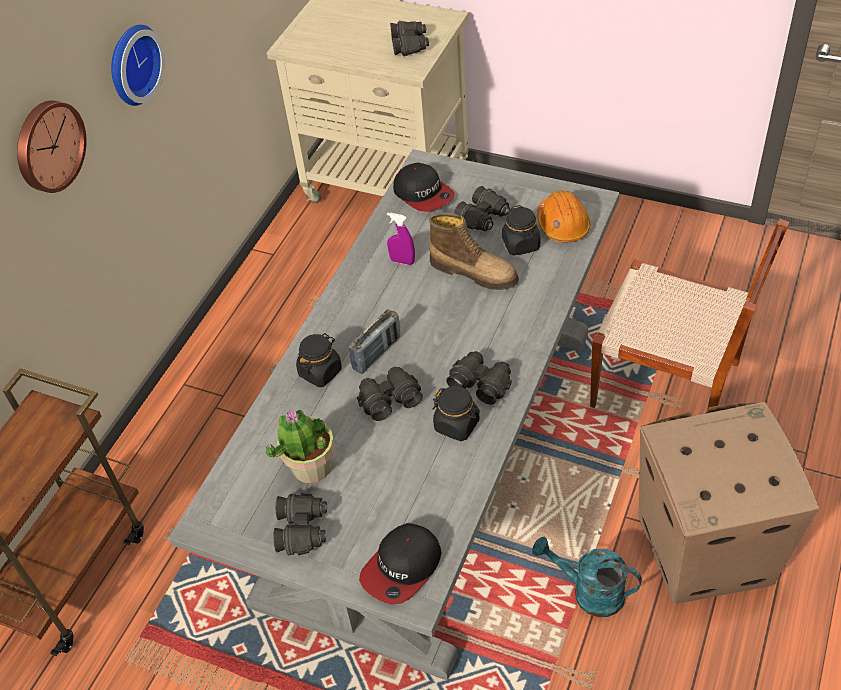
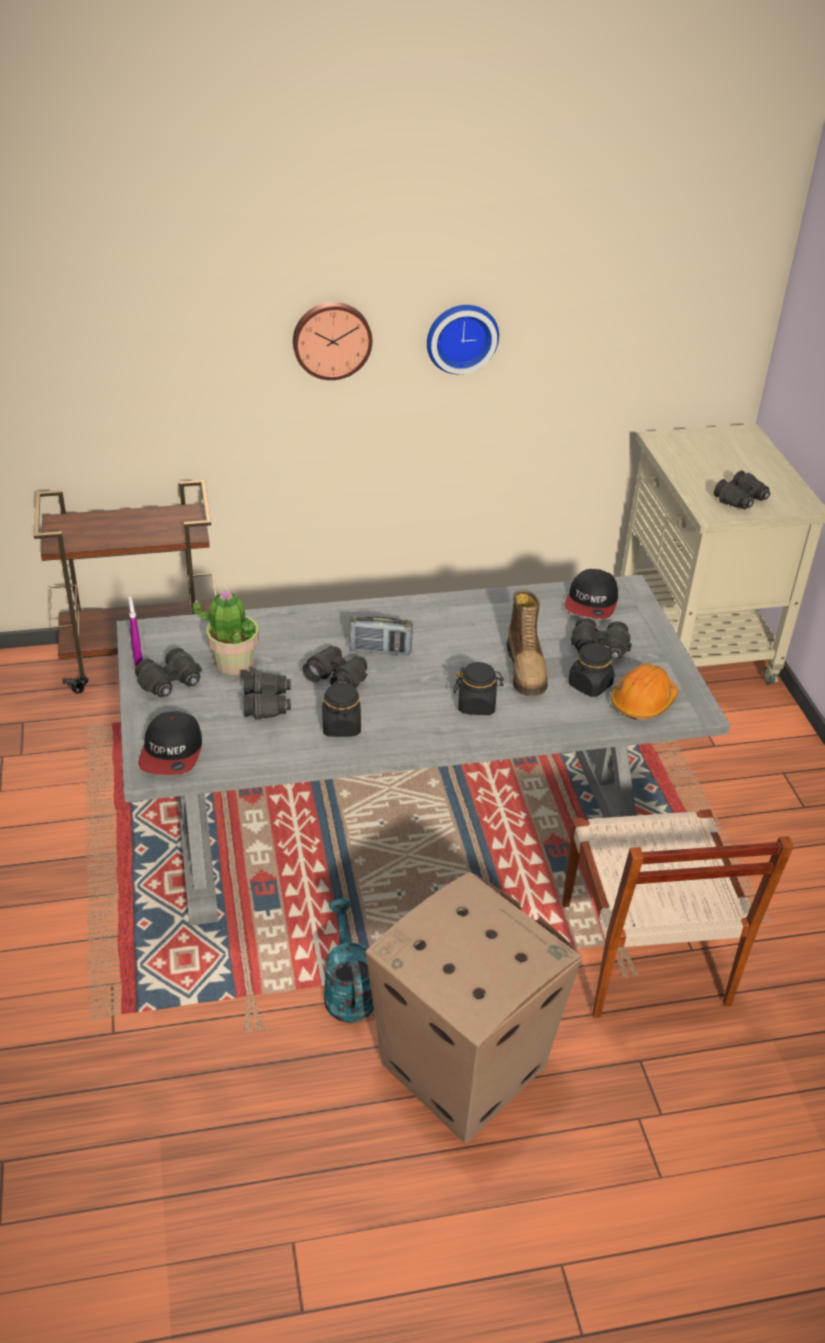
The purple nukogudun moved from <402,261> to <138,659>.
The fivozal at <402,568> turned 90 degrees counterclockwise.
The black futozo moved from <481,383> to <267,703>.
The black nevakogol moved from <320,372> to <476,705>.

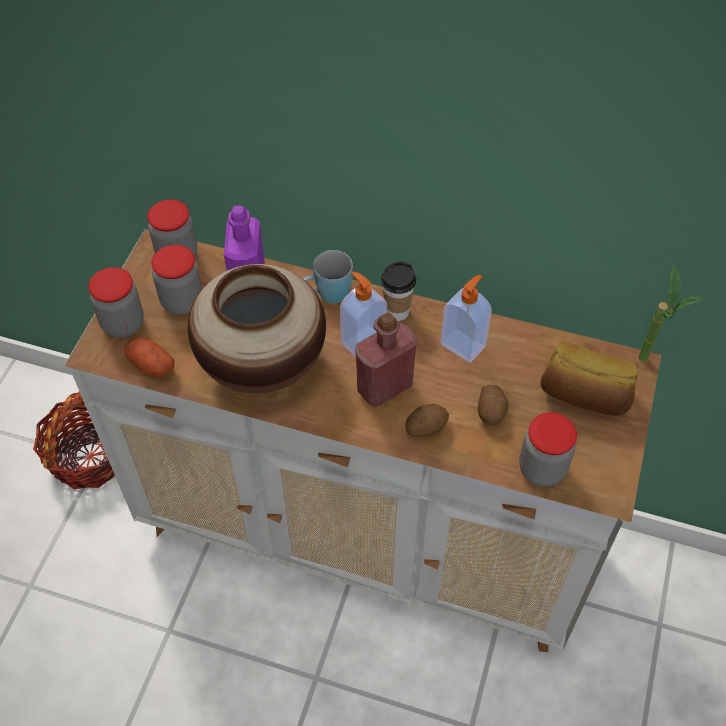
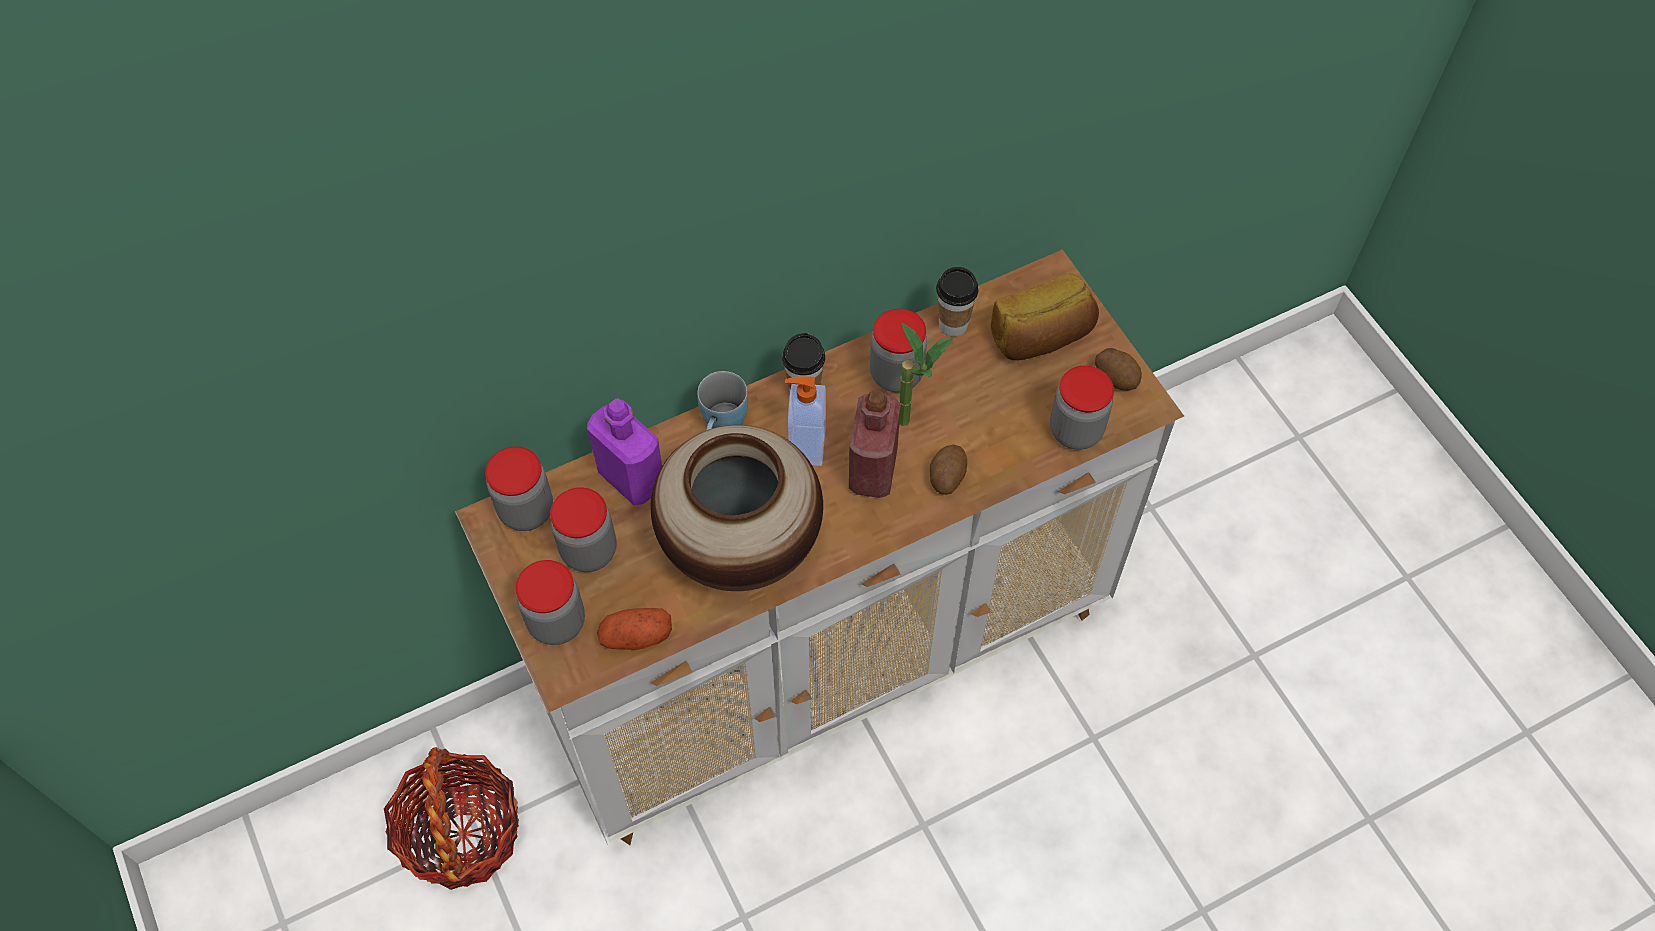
The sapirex at <463,344> was replaced by the nevakogol at <896,374>.
The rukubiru moved from <649,365> to <915,424>.
The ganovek at <953,324> appeared.
The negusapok moved from <491,412> to <1117,376>.

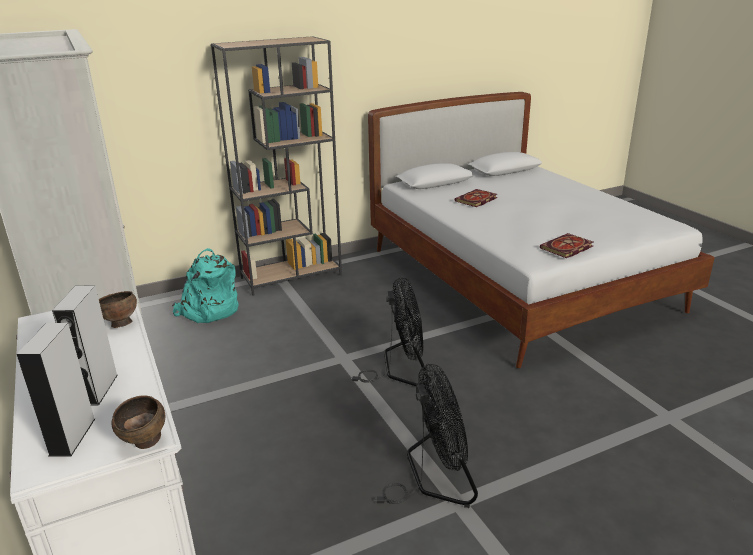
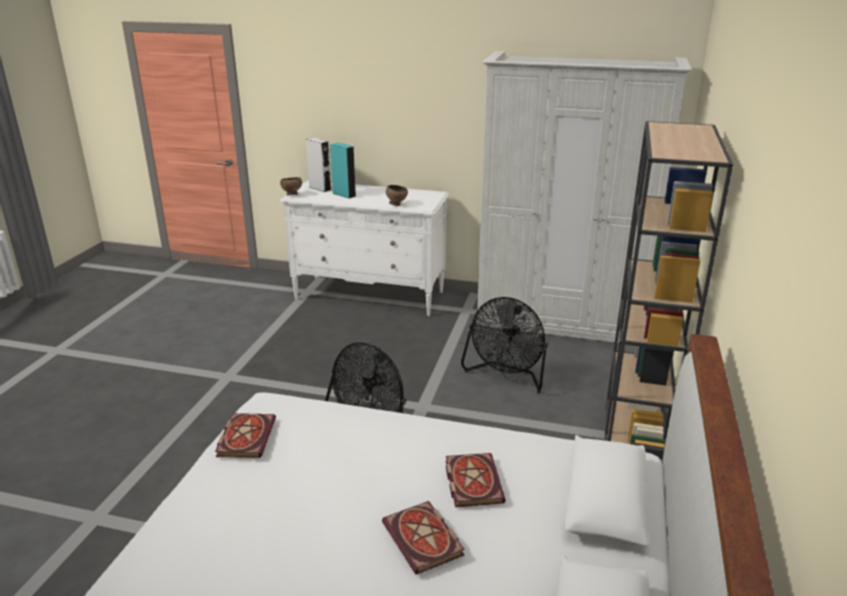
The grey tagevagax at <98,389> became the turquoise tagevagax at <344,194>.
The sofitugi at <425,540> appeared.
The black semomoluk moved from <430,473> to <505,373>.
The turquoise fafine at <208,310> disappeared.

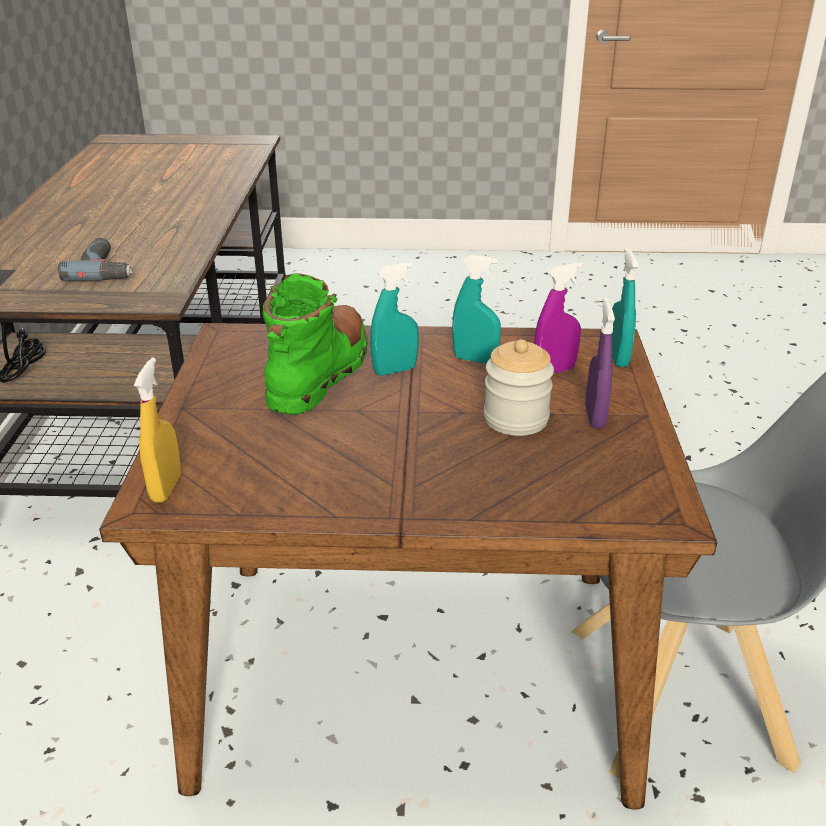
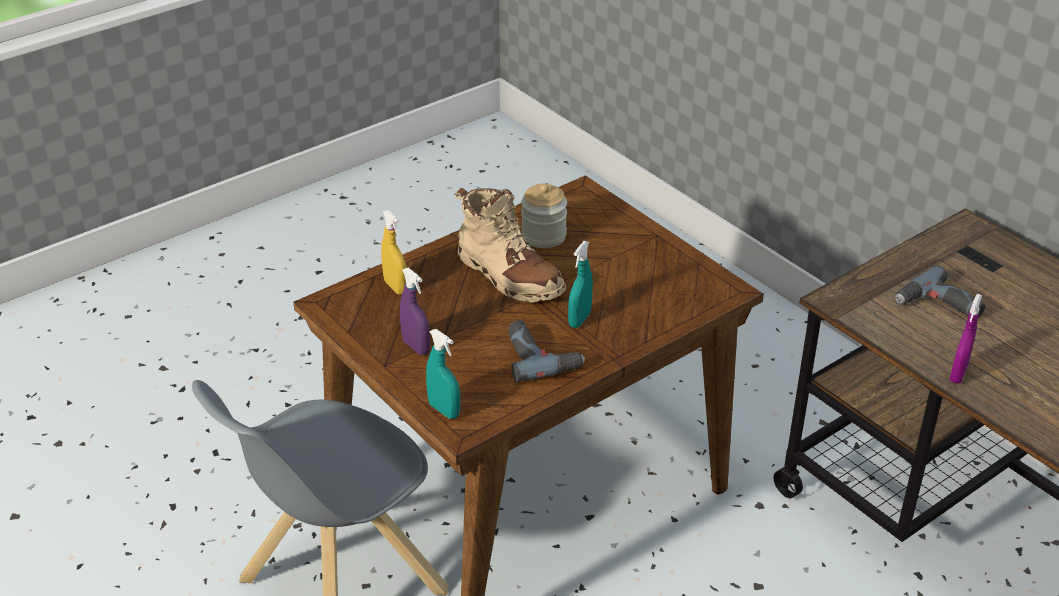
The yellow nukogudun moved from <166,488> to <395,287>.
The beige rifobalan at <509,276> appeared.
The turquoise nukogudun at <475,359> was replaced by the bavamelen at <541,356>.
The nevakogol moved from <516,419> to <543,236>.
The purple nukogudun moved from <554,371> to <958,374>.
The green rifobalan at <320,373> disappeared.

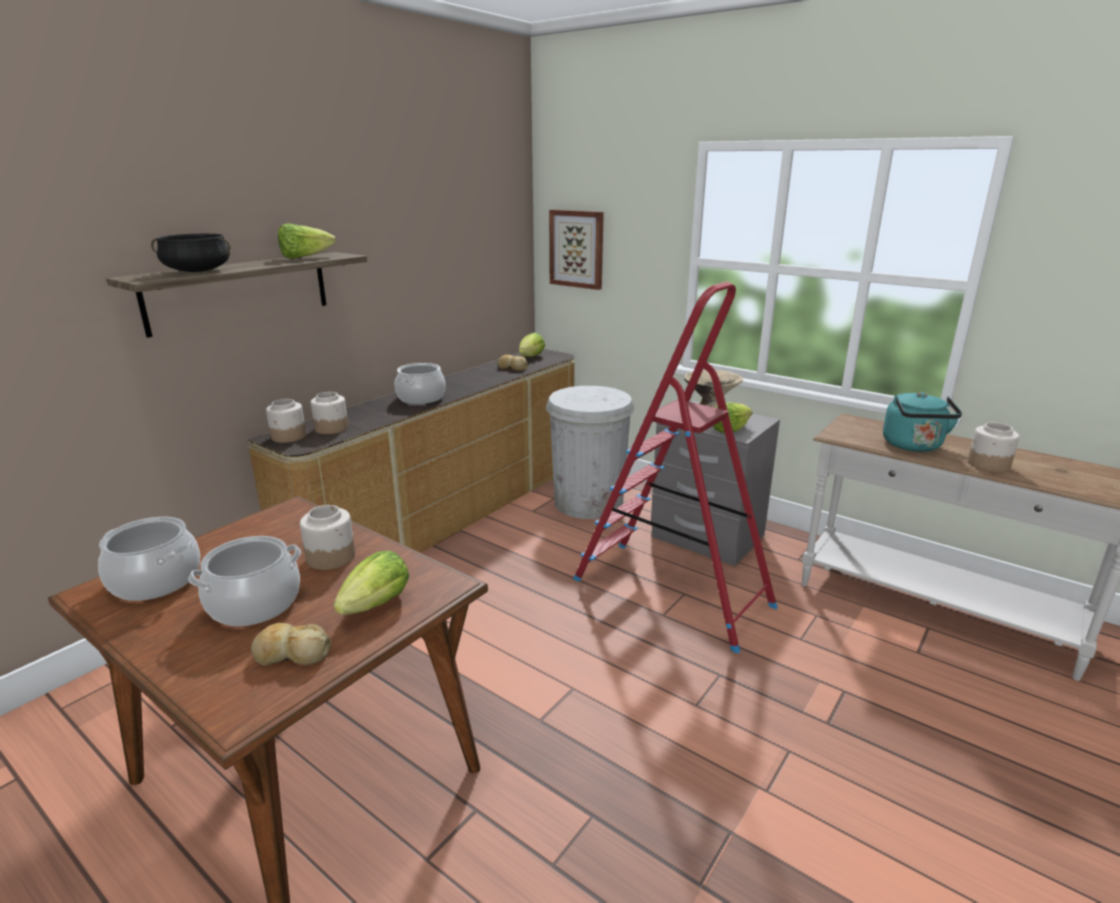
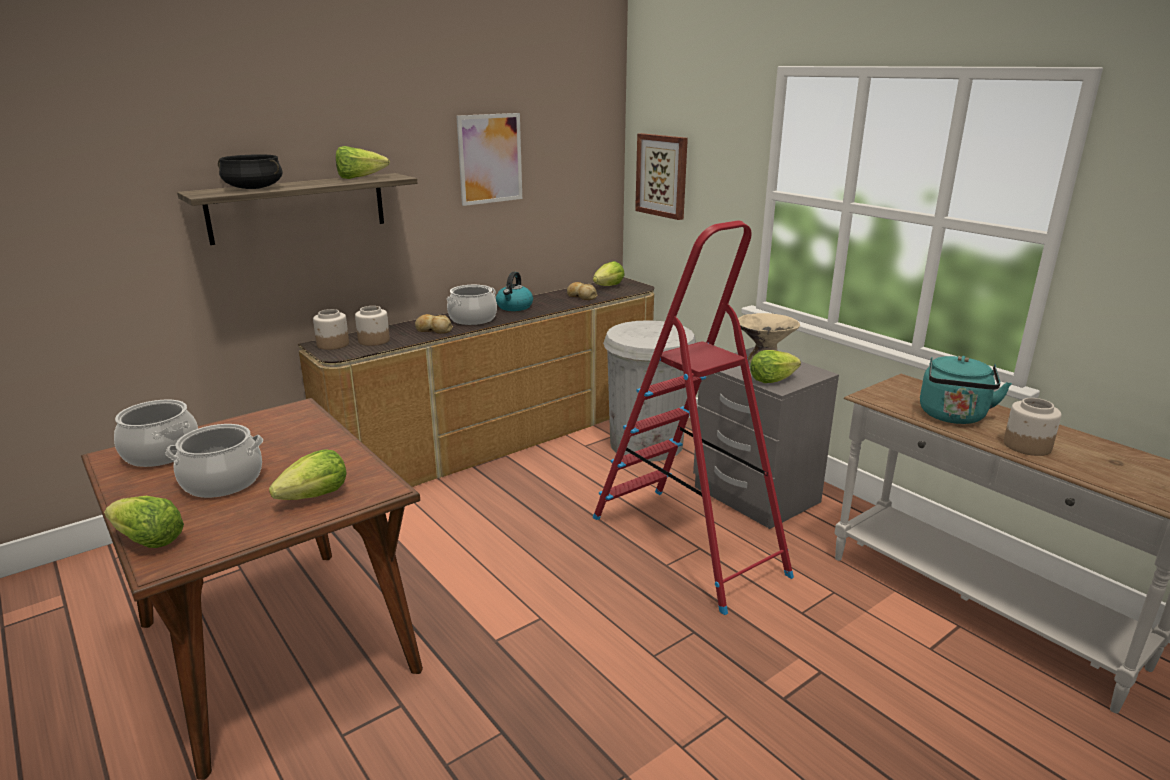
The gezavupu at <149,541> appeared.
The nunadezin moved from <292,654> to <433,330>.
The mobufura at <490,159> appeared.
The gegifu at <514,307> appeared.
The nevakogol at <331,557> disappeared.

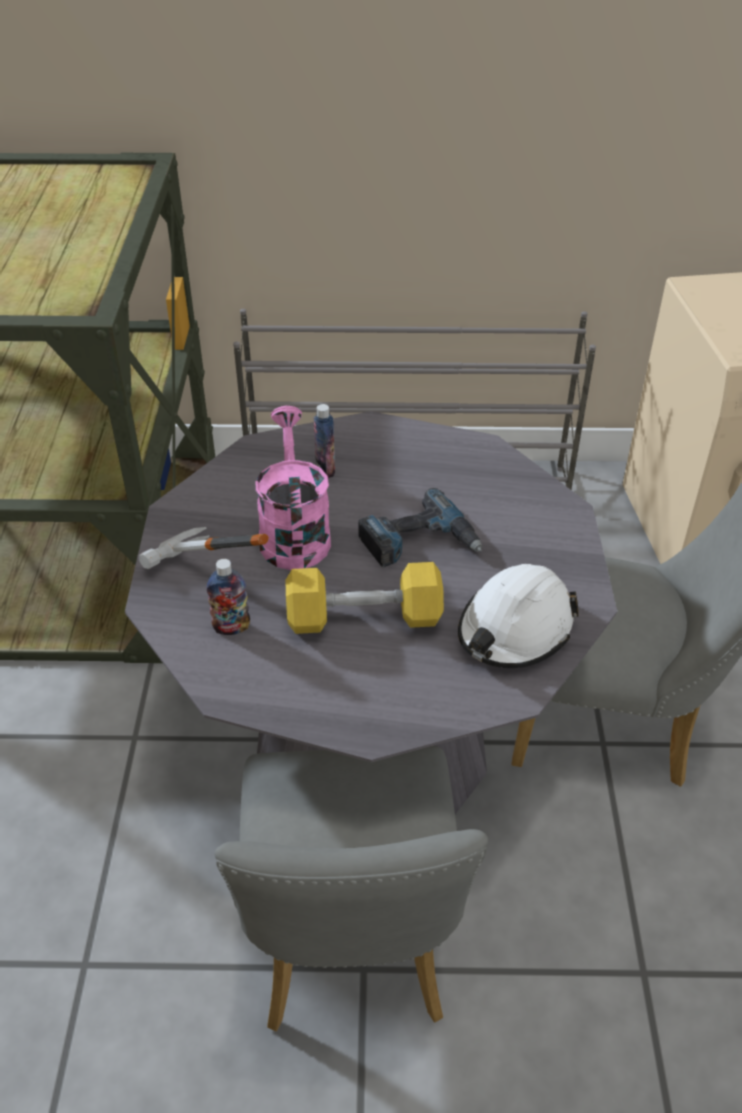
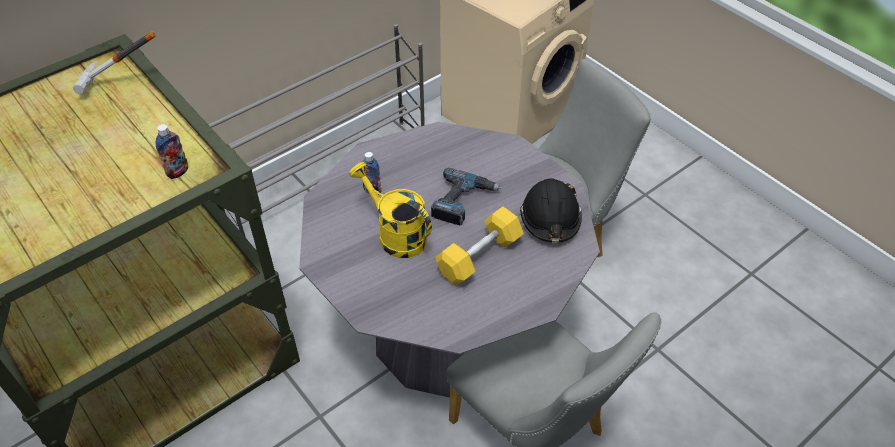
The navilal moved from <203,581> to <119,87>.
The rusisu moved from <231,627> to <178,172>.
The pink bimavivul at <293,532> became the yellow bimavivul at <395,234>.
The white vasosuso at <515,629> became the black vasosuso at <550,218>.

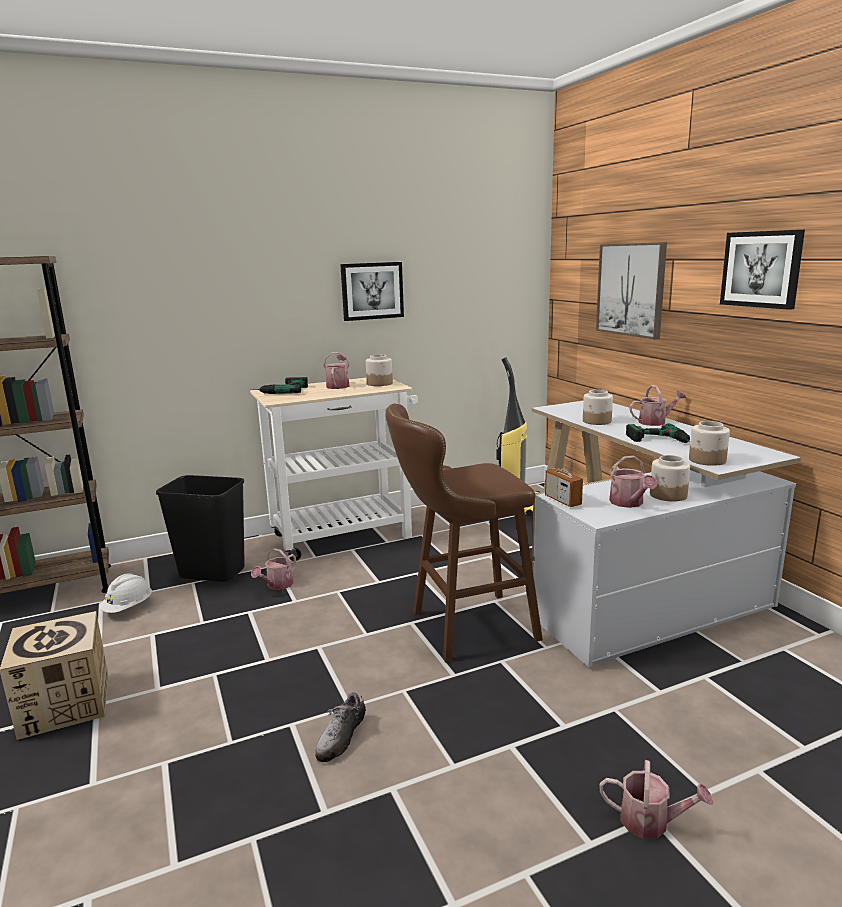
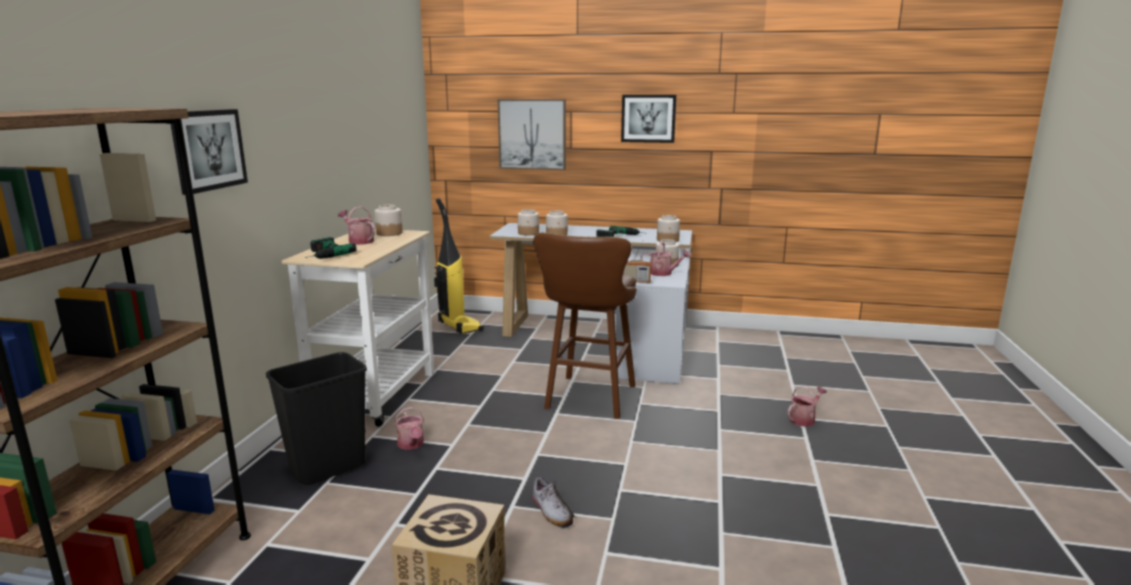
The mobufura moved from <372,291> to <208,150>.
The nevakogol at <528,233> appeared.
The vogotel moved from <341,737> to <552,511>.
The white vasosuso at <128,608> disappeared.
The bimavivul at <655,422> disappeared.

